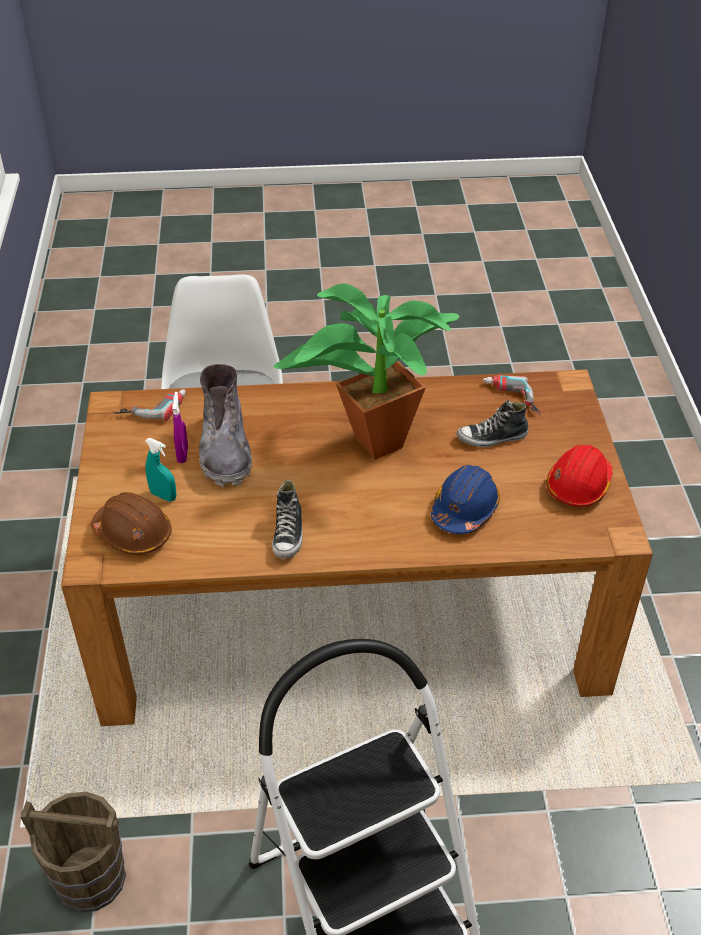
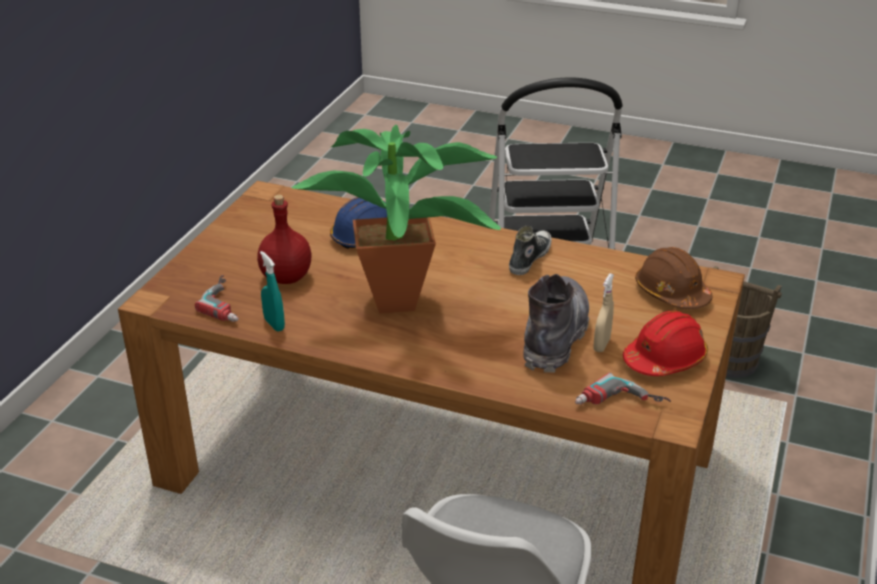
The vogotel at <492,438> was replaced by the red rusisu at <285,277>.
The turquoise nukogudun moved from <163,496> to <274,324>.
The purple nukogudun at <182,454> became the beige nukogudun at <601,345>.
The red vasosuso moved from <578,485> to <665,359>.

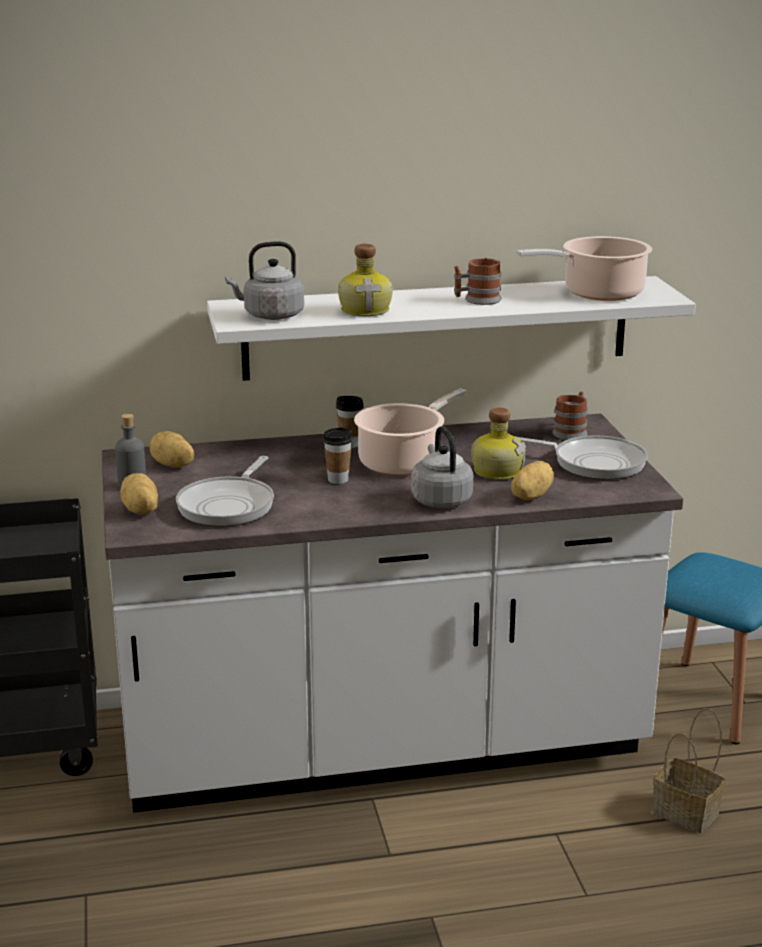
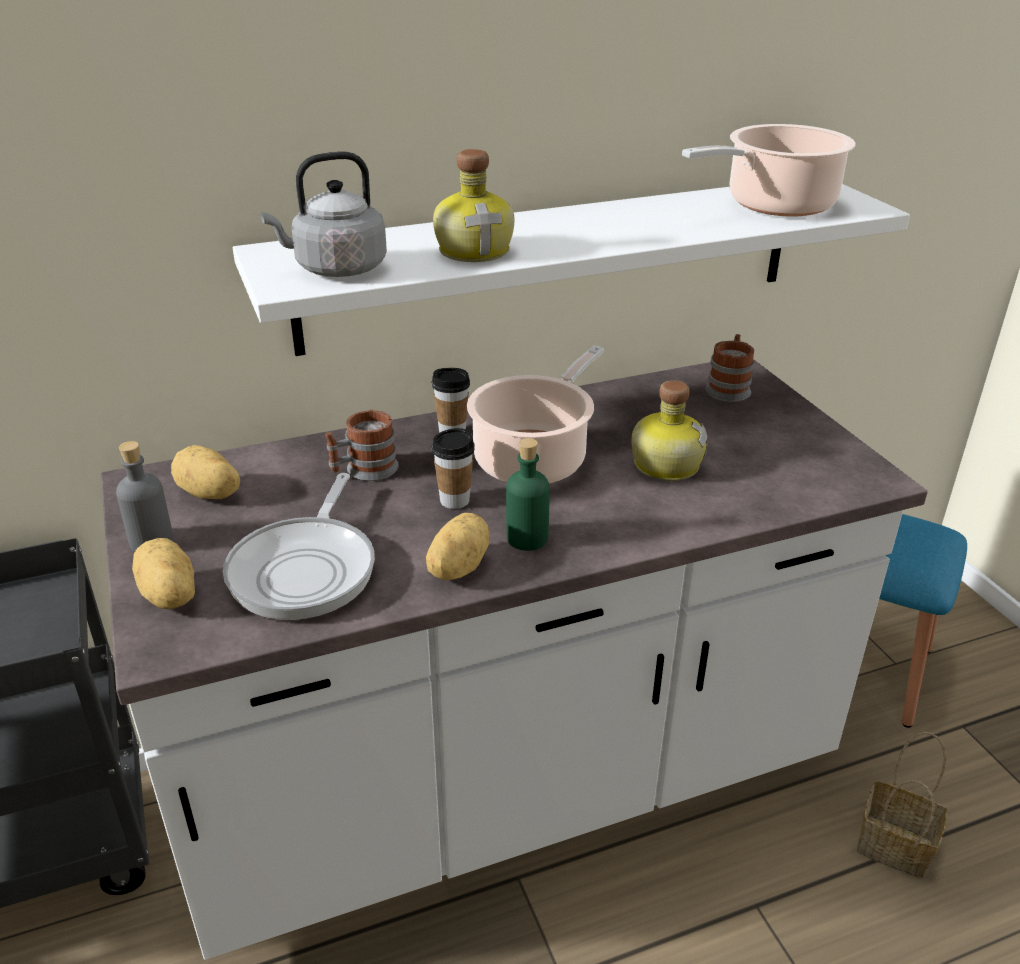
The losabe moved from <477,300> to <364,470>.
The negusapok moved from <529,496> to <456,568>.
The green rusisu at <527,538> appeared.
The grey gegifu at <440,499> disappeared.
The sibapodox at <593,463> disappeared.

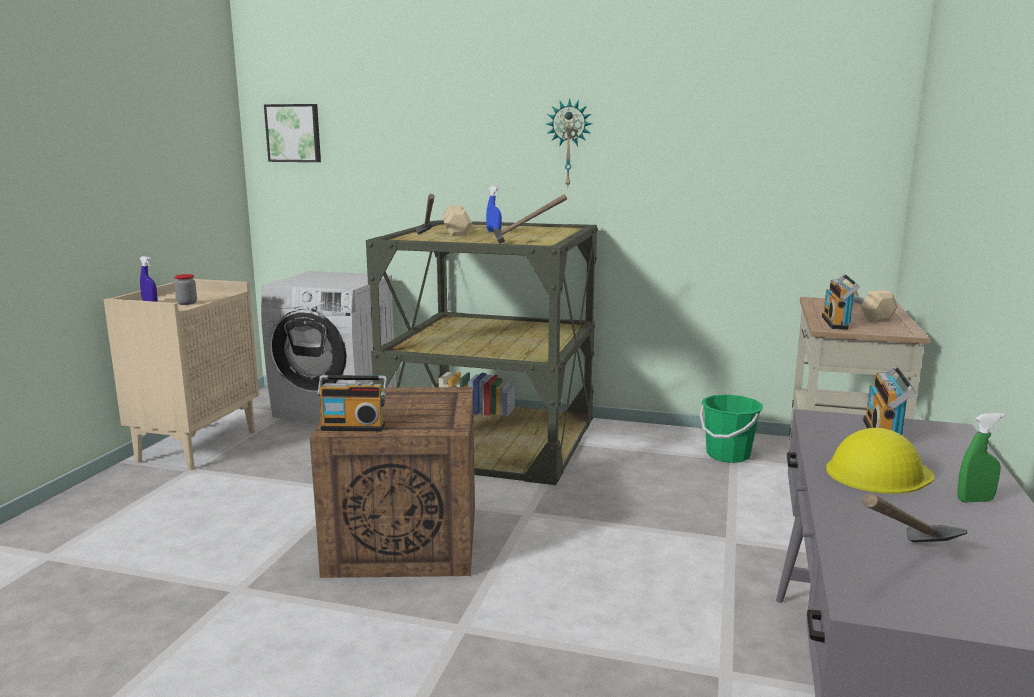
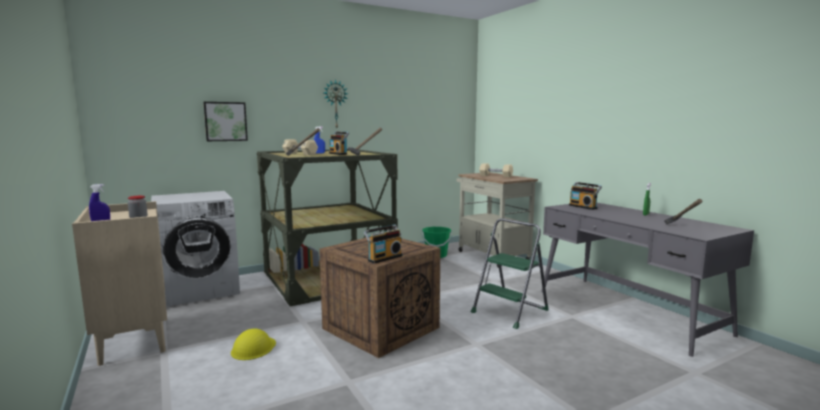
The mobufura moved from <294,133> to <225,121>.
The yellow vasosuso moved from <878,472> to <253,348>.
The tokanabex moved from <837,323> to <339,154>.
The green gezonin at <512,310> appeared.

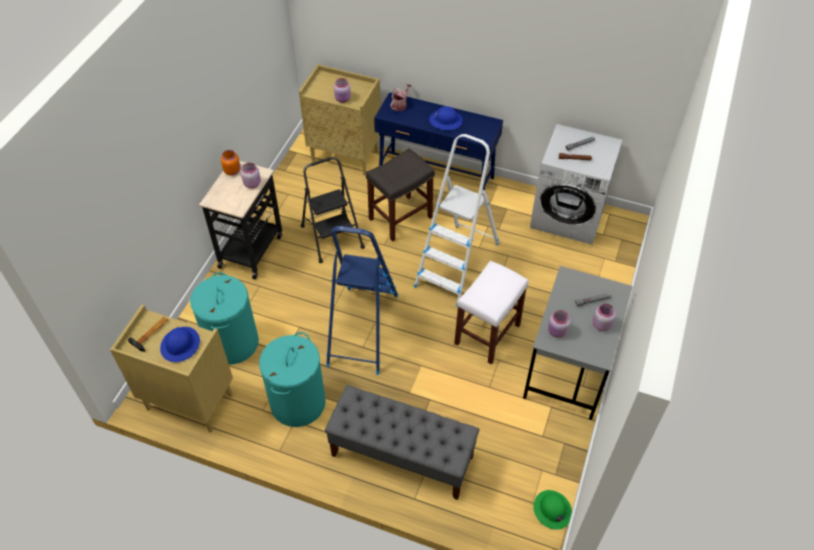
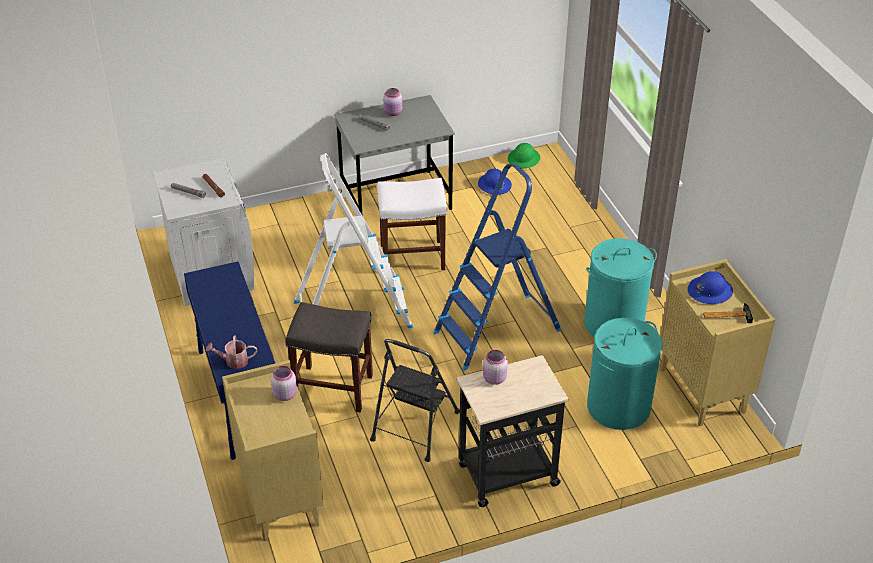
The blue vasosuso moved from <445,120> to <494,185>.
The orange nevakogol at <232,171> disappeared.
The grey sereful at <401,456> disappeared.
The pink nevakogol at <557,332> disappeared.

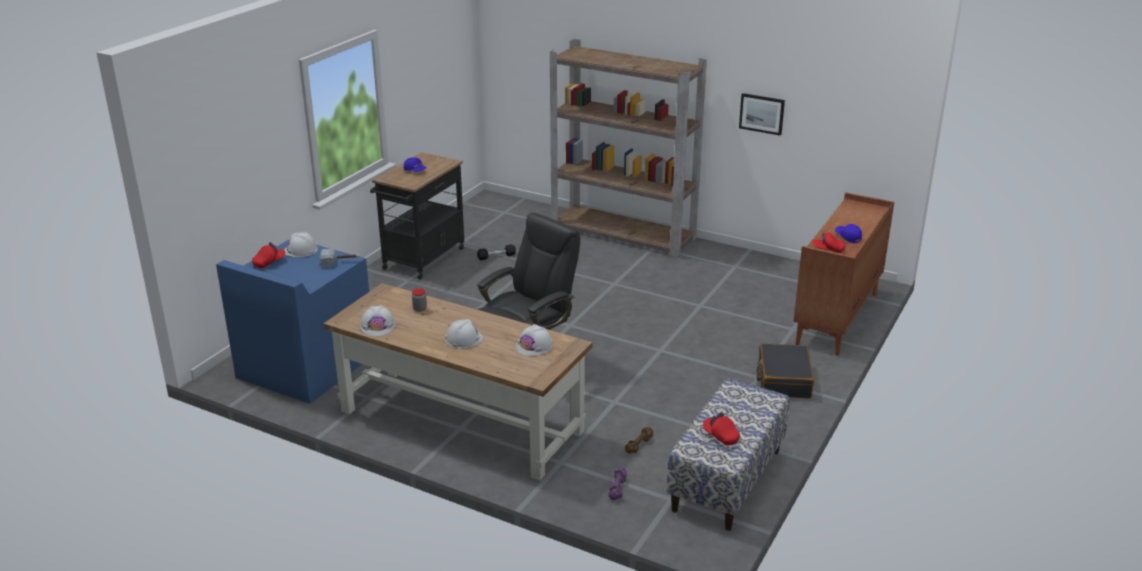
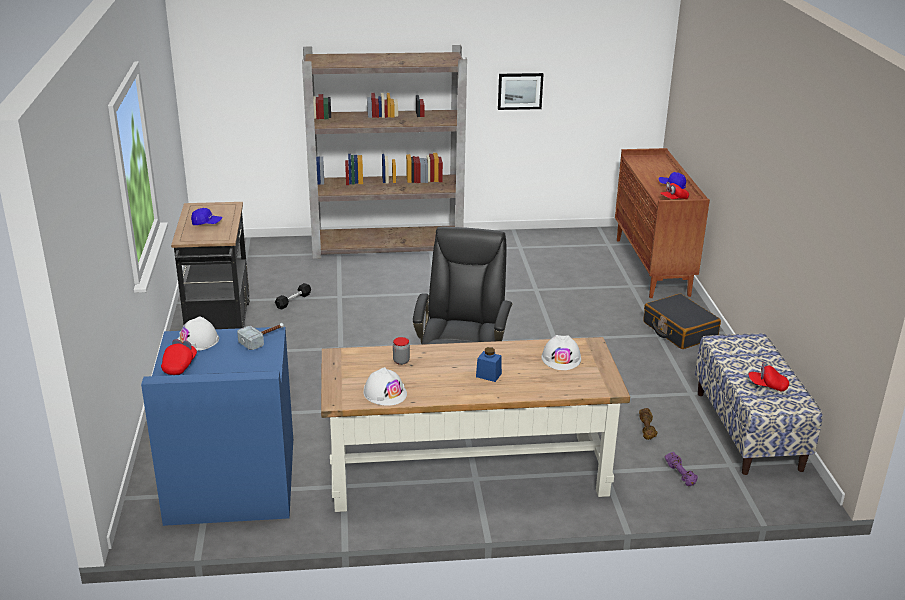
The white vasosuso at <464,339> was replaced by the blue nevakogol at <488,375>.

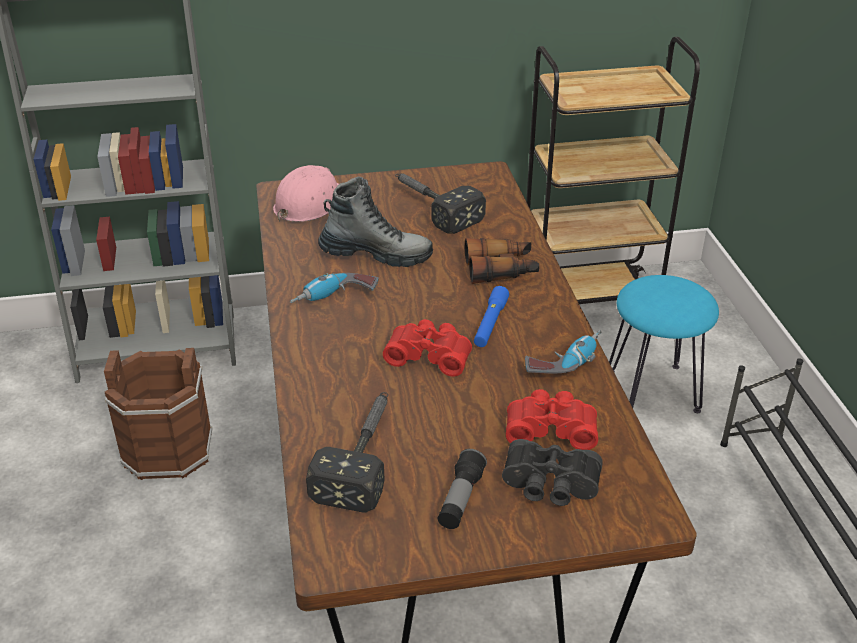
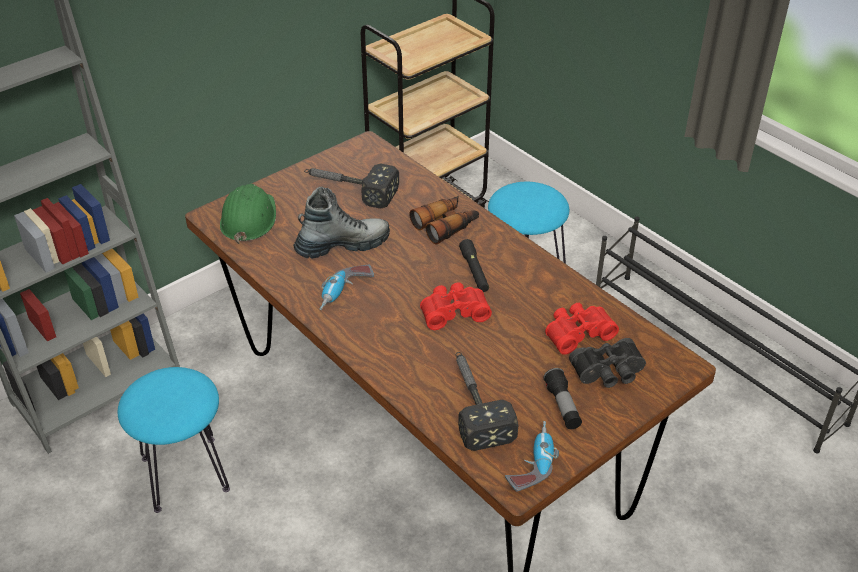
The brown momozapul at <168,449> was replaced by the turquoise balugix at <185,473>.
The pink vasosuso at <310,203> became the green vasosuso at <248,219>.
The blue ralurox at <490,324> became the black ralurox at <474,271>.
The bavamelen moved from <565,361> to <531,463>.

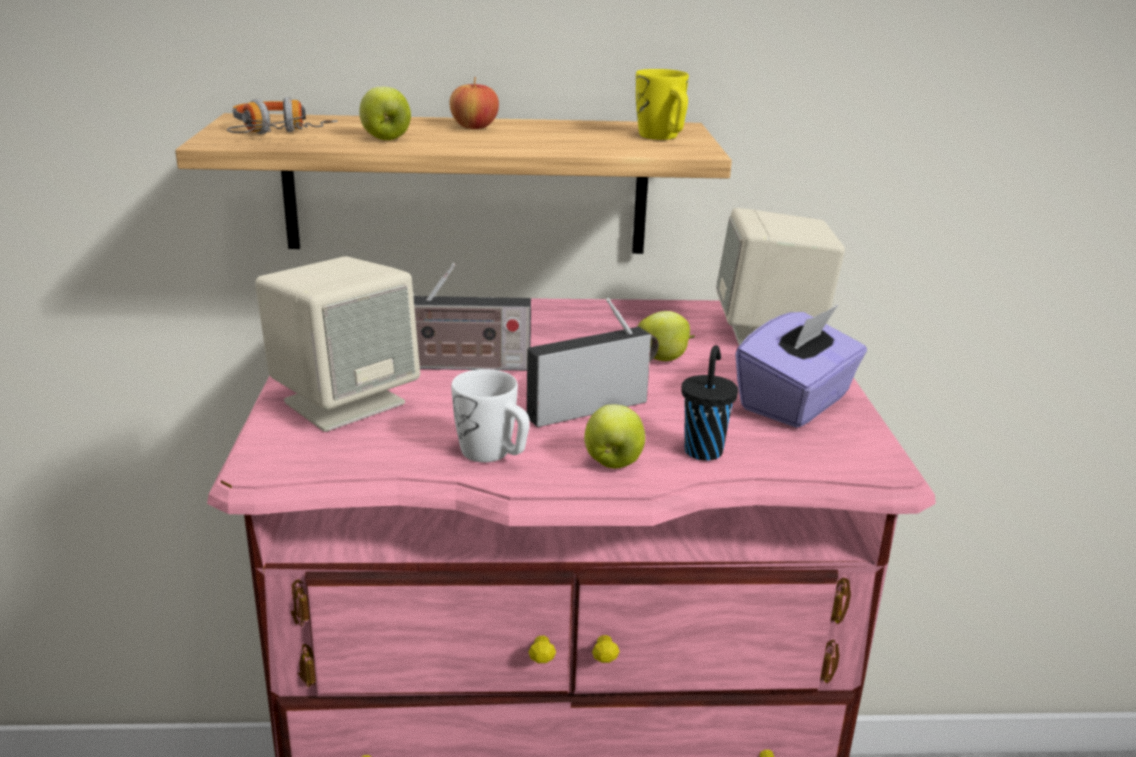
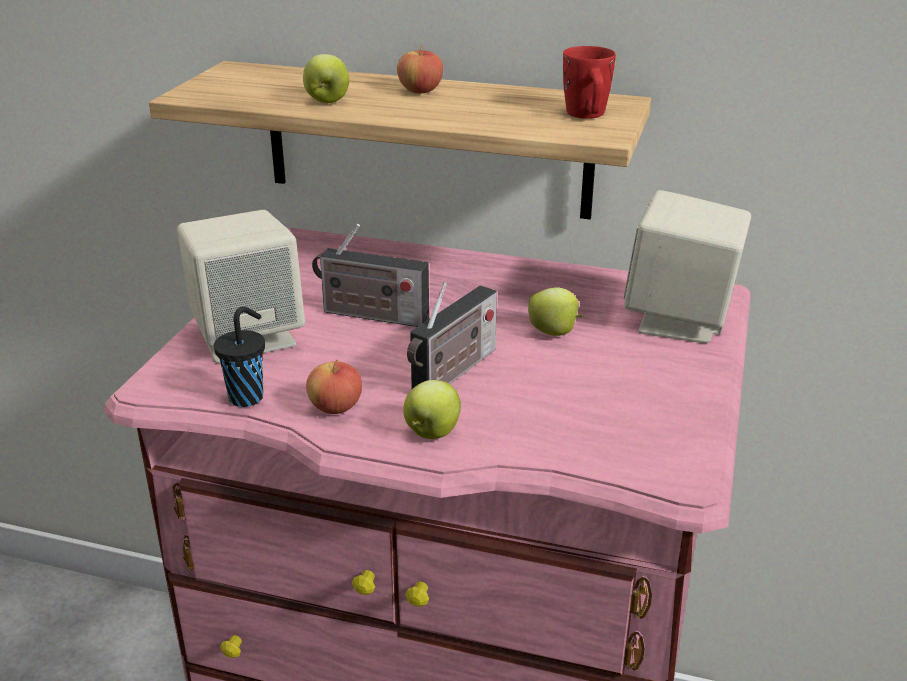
The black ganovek moved from <704,450> to <248,397>.
The white losabe at <493,455> was replaced by the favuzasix at <335,407>.
The tokanabex at <592,407> turned 135 degrees clockwise.
The yellow losabe at <662,137> became the red losabe at <587,115>.
The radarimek at <275,134> disappeared.
The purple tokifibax at <796,403> disappeared.

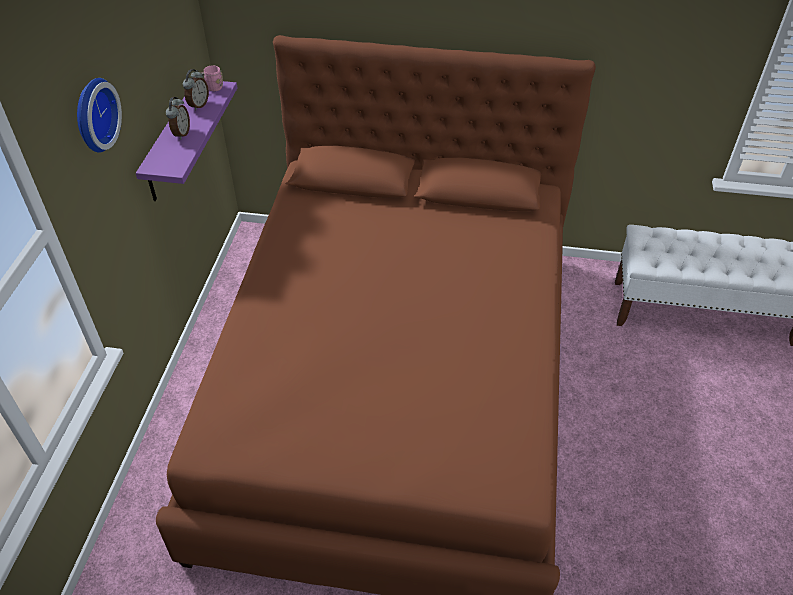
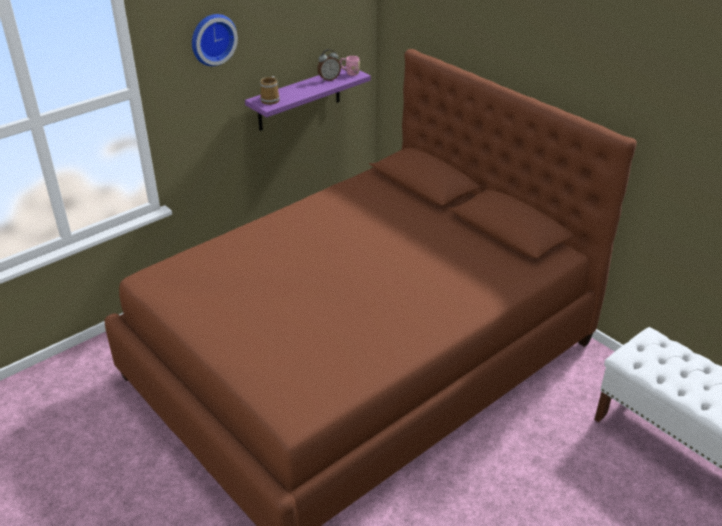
The losabe at <271,100> appeared.
The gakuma at <181,134> disappeared.

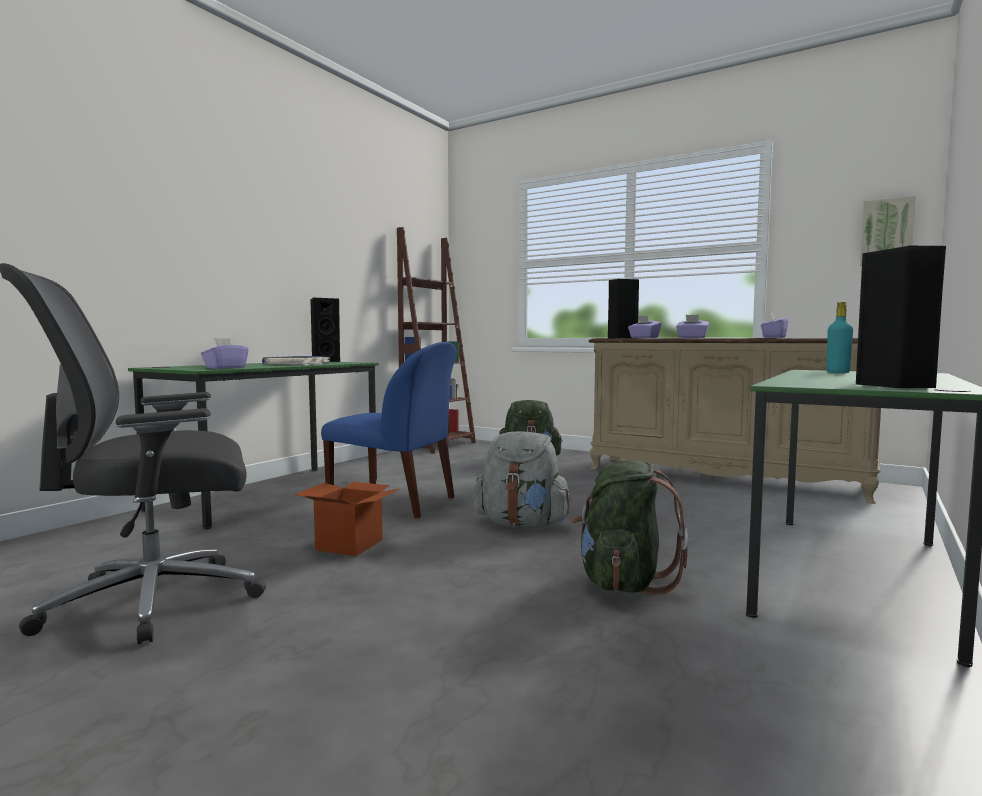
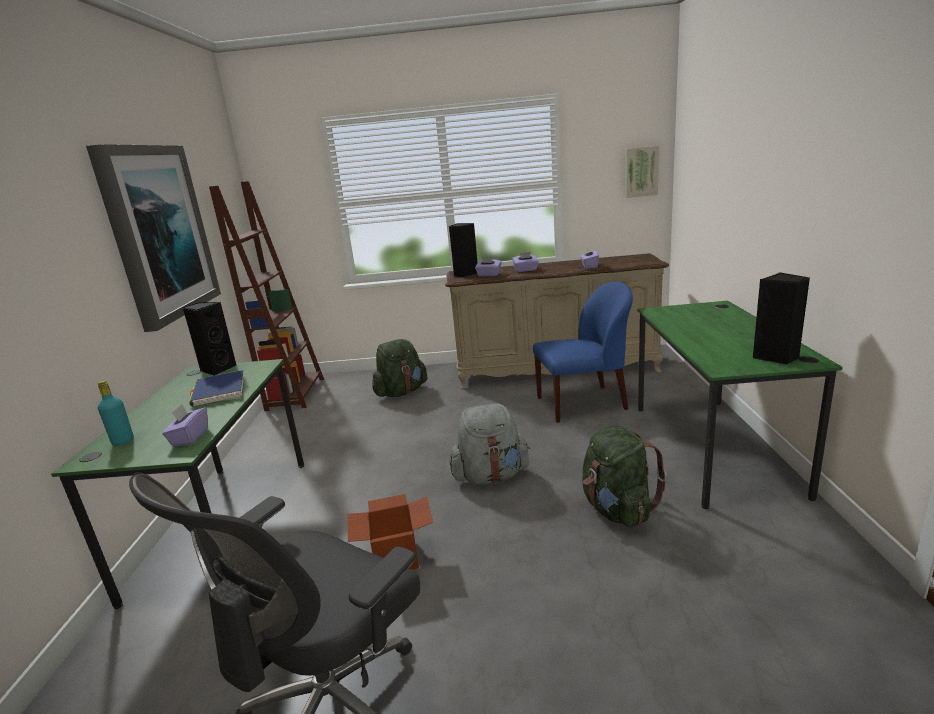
The mobufura at <159,233> appeared.
The turquoise rusisu moved from <837,372> to <123,441>.
The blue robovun moved from <395,503> to <583,403>.

